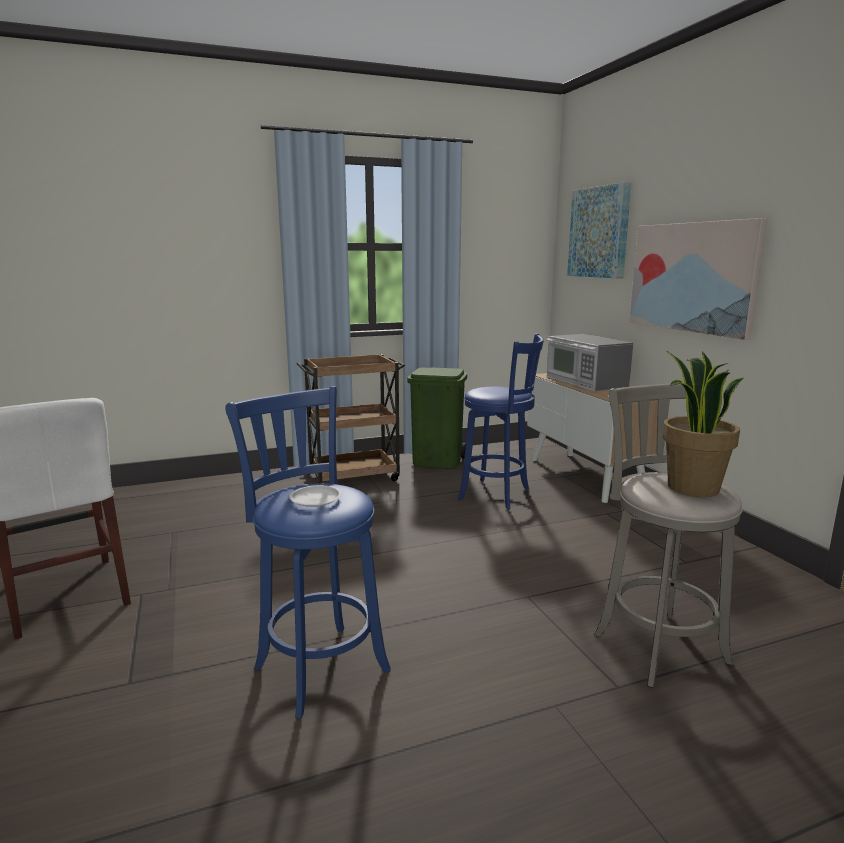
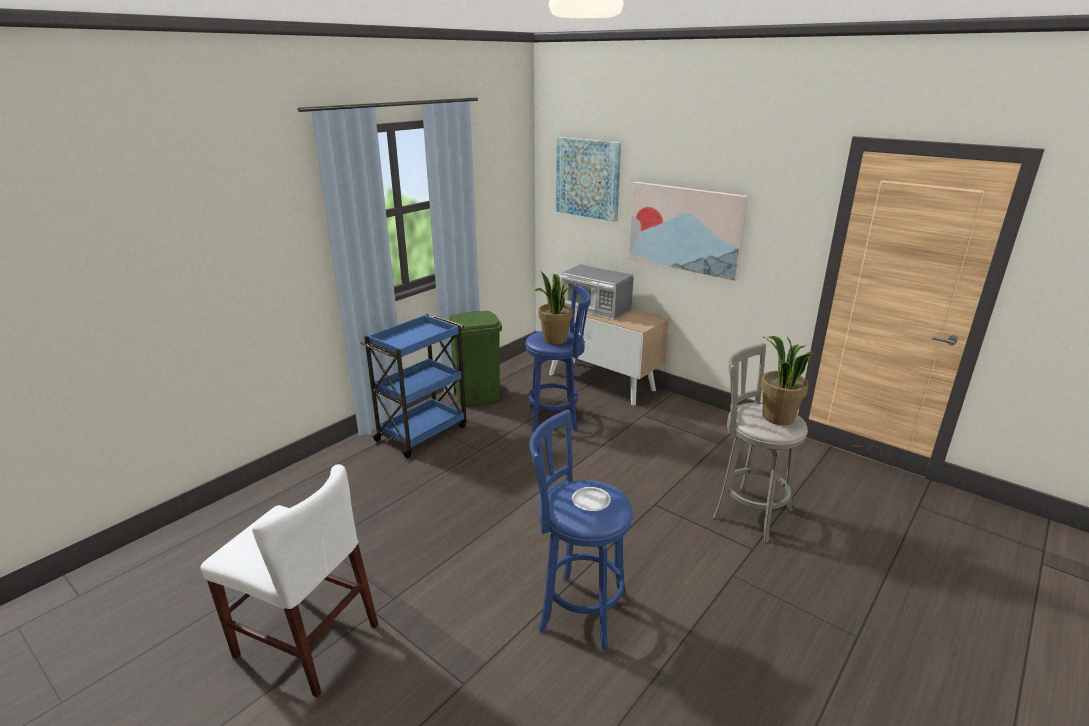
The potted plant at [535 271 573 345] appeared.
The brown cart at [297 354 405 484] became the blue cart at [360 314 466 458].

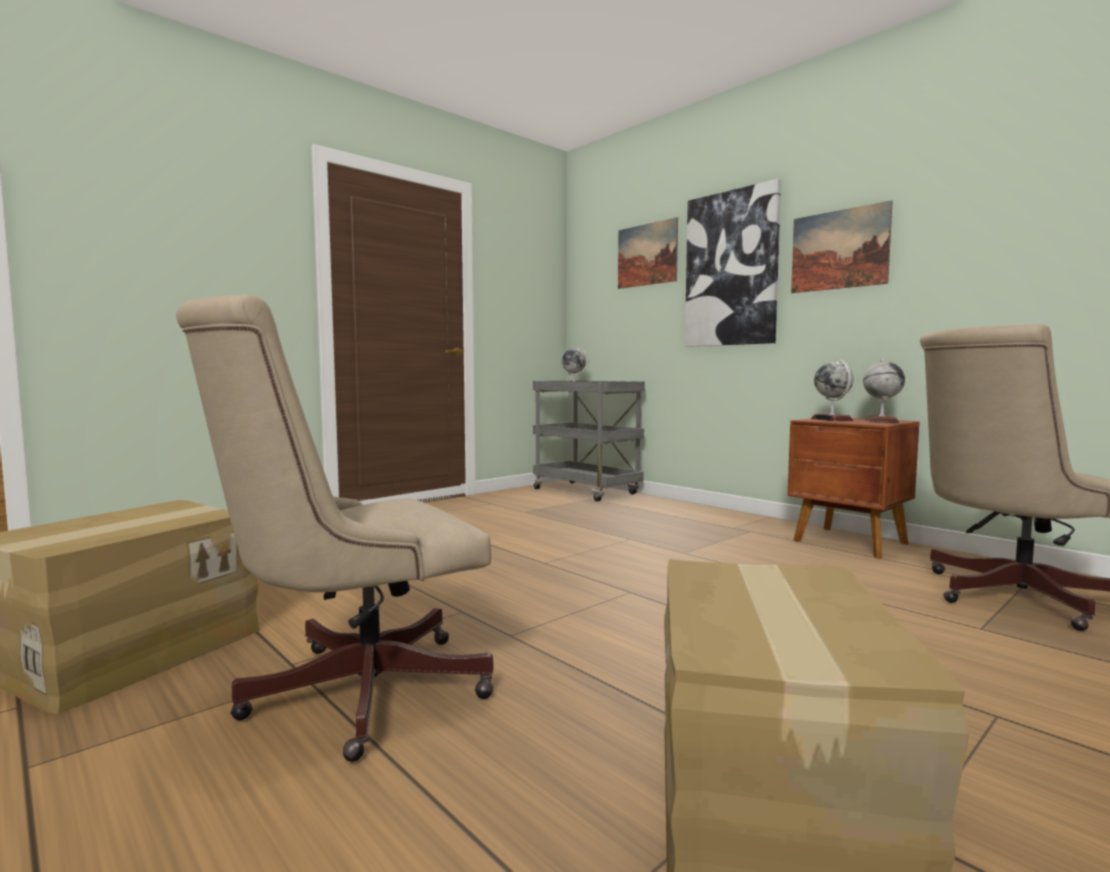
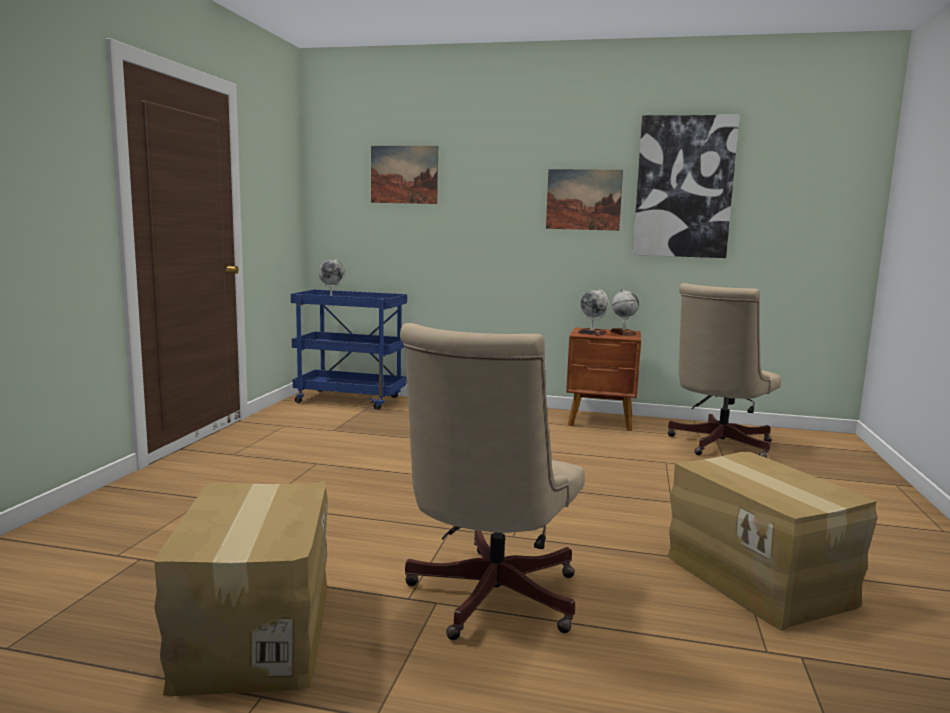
The picture moved from [685 179 781 347] to [633 115 740 258].
The grey cart at [533 381 645 502] became the blue cart at [291 289 407 410].

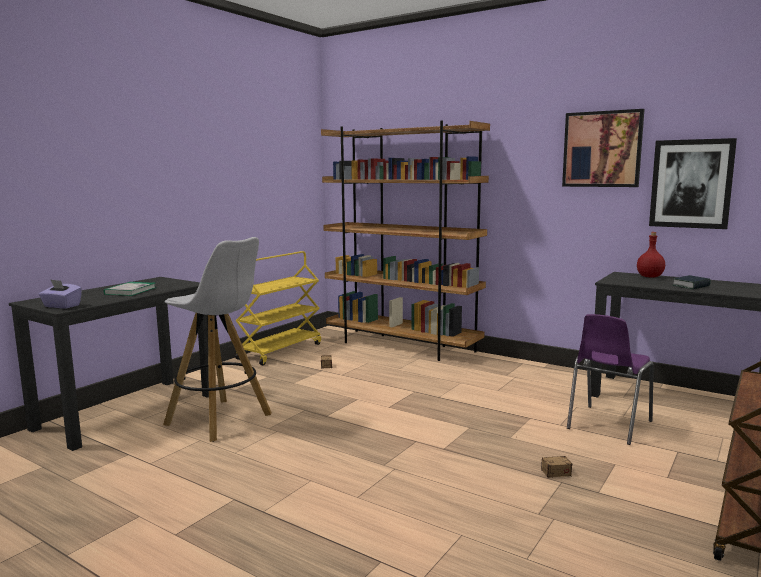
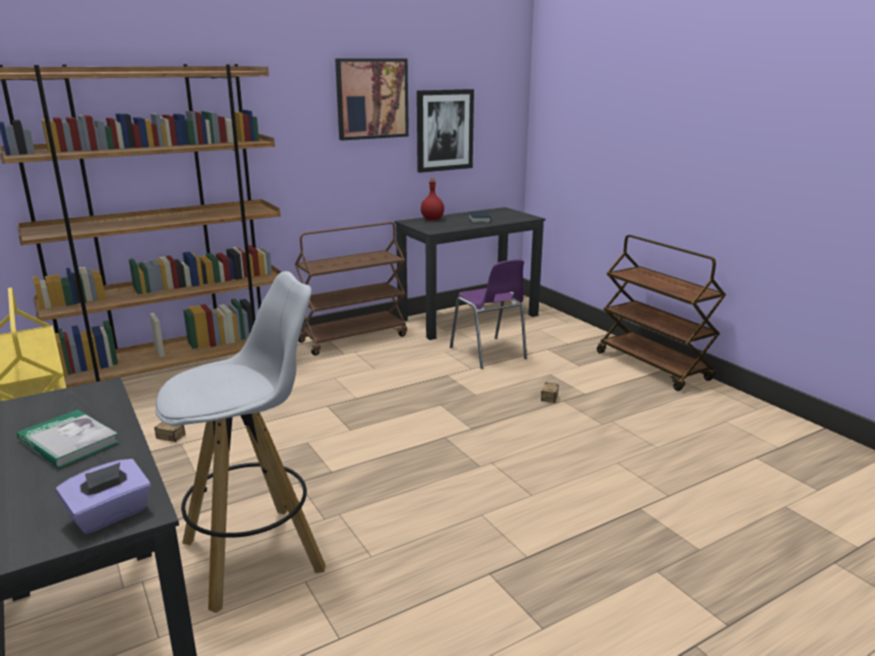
The brown cart at [295 222 407 356] appeared.

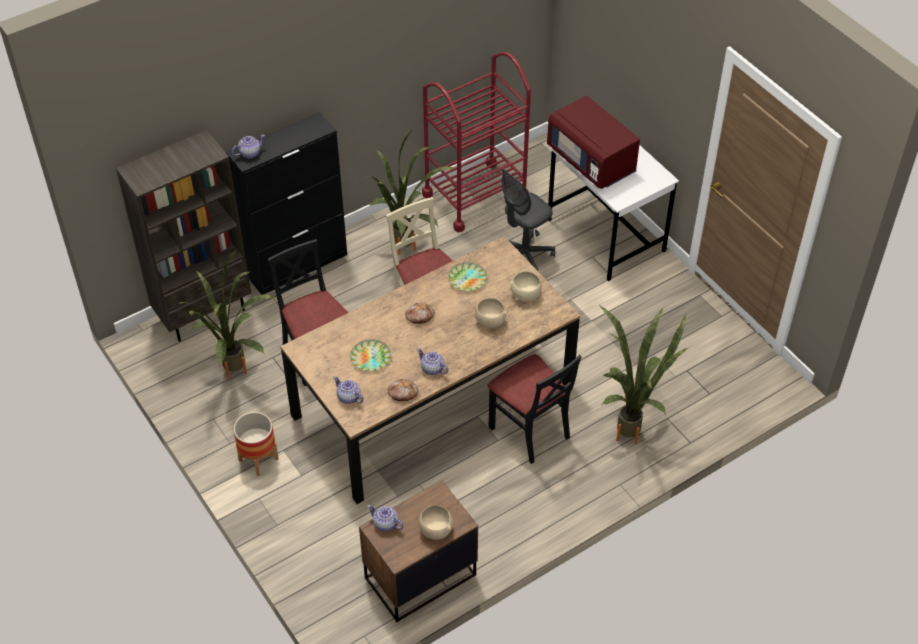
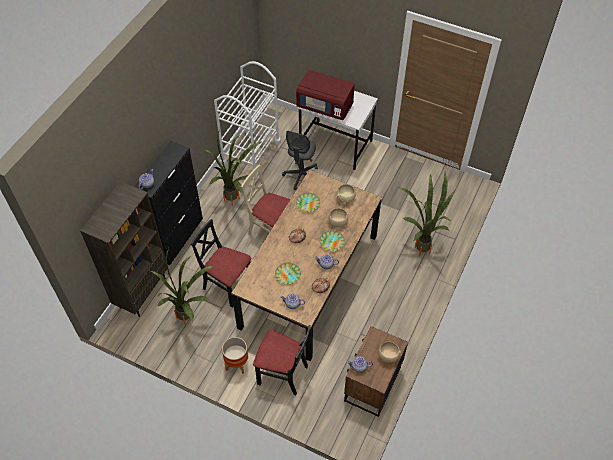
The plate at [320 230 345 251] appeared.
The black chair moved from [487 354 582 464] to [253 325 311 395].
The red cart at [422 52 531 232] became the white cart at [214 61 281 178].

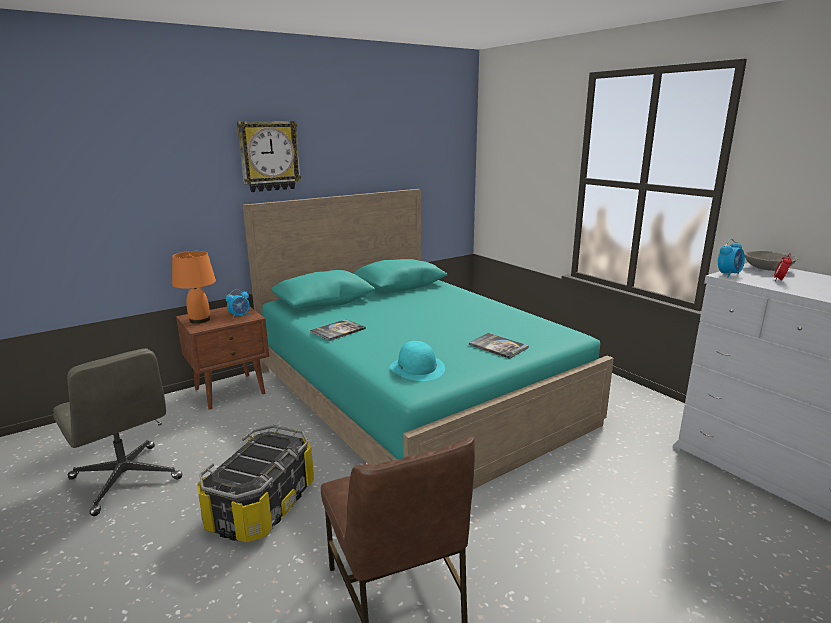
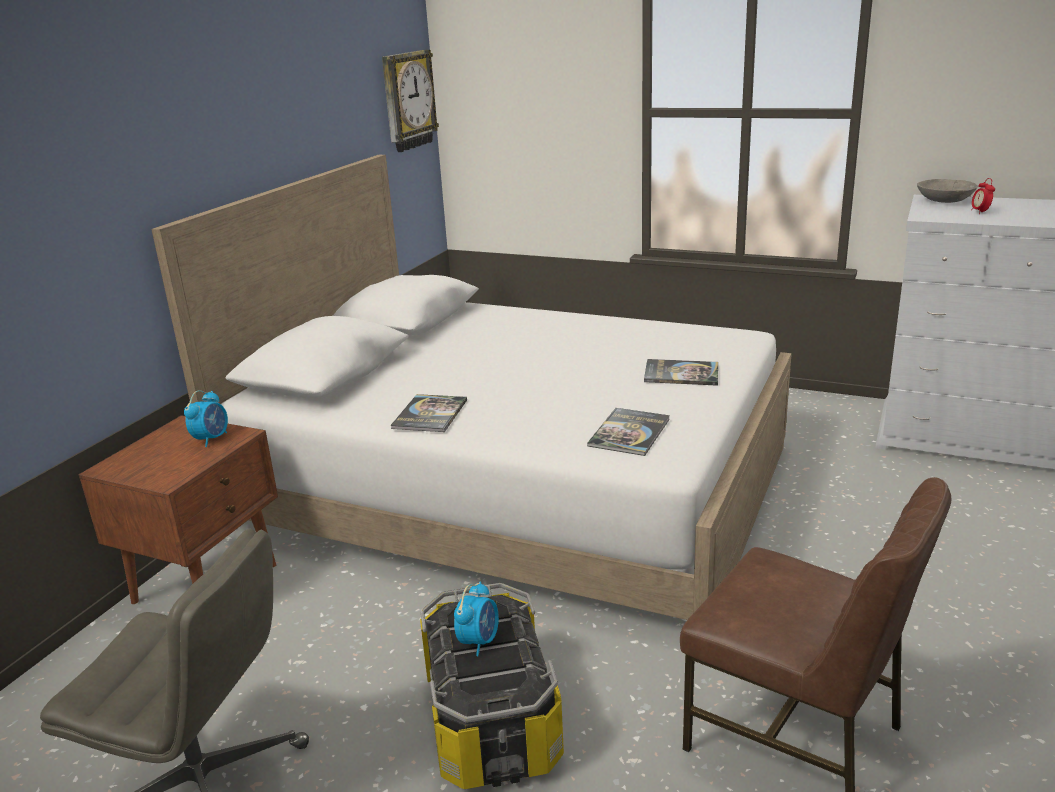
The orange table lamp at [172 251 216 324] disappeared.
The wall clock moved from [237 121 301 192] to [382 50 439 152].
The alarm clock moved from [718 238 745 277] to [454 581 499 656].
The turquoise hat at [390 341 445 381] was replaced by the book at [587 408 670 456].
The turquoise bed at [242 189 614 489] became the white bed at [151 155 792 620].

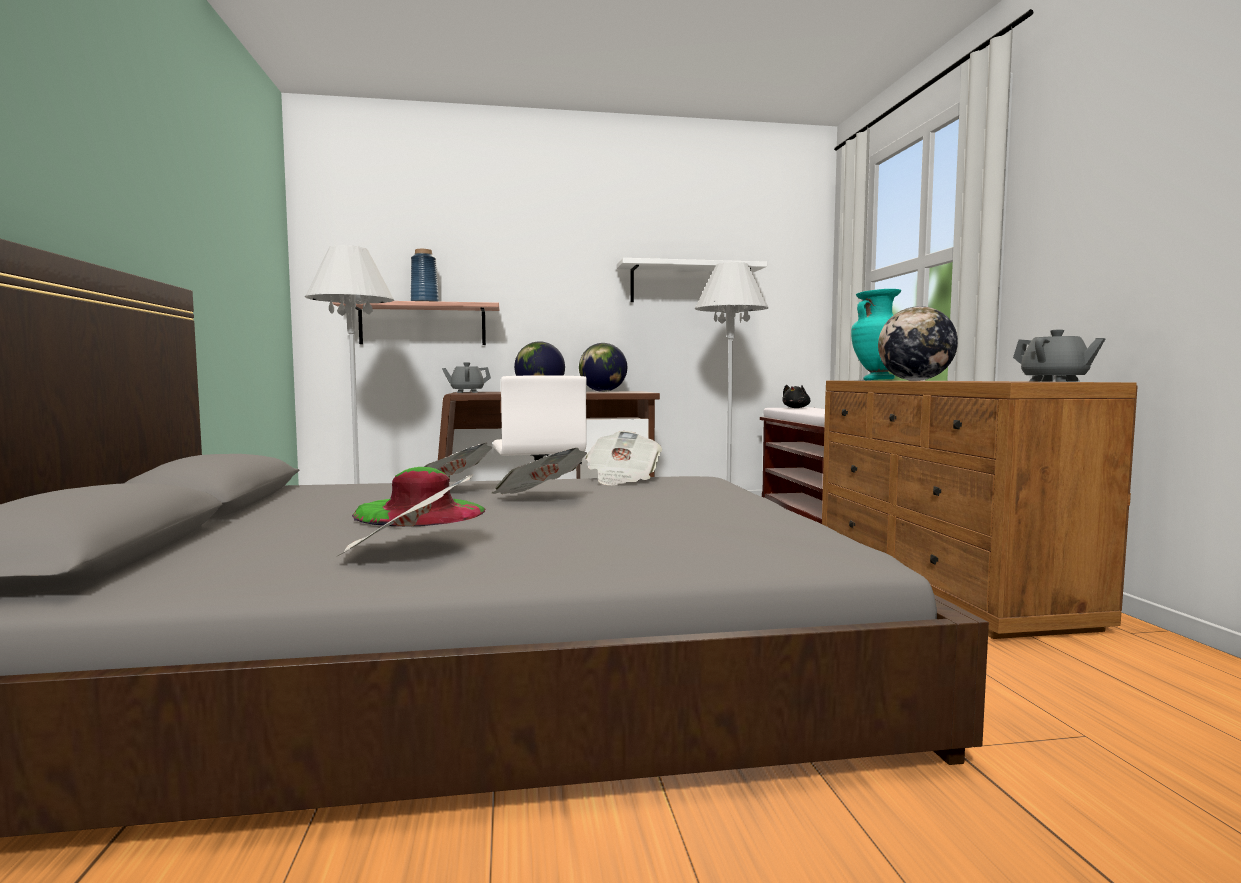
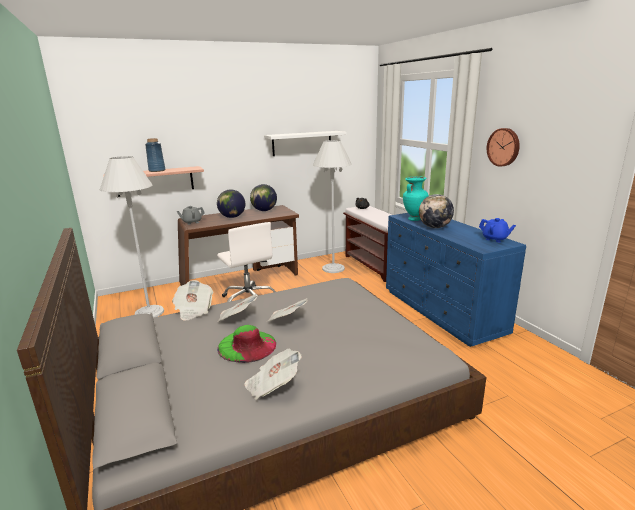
The wall clock at [487 128 520 167] appeared.
The newspaper moved from [586 431 662 485] to [172 280 213 321].
The brown dresser at [822 380 1138 639] became the blue dresser at [386 213 526 347].
The grey teapot at [1013 329 1106 382] became the blue teapot at [479 218 516 242].

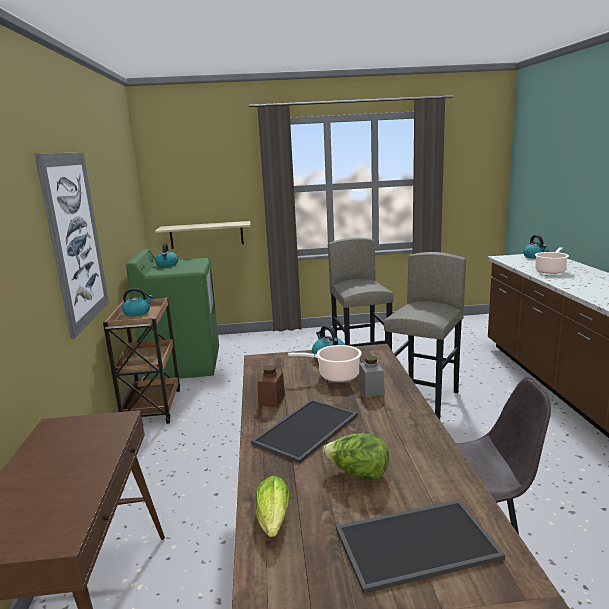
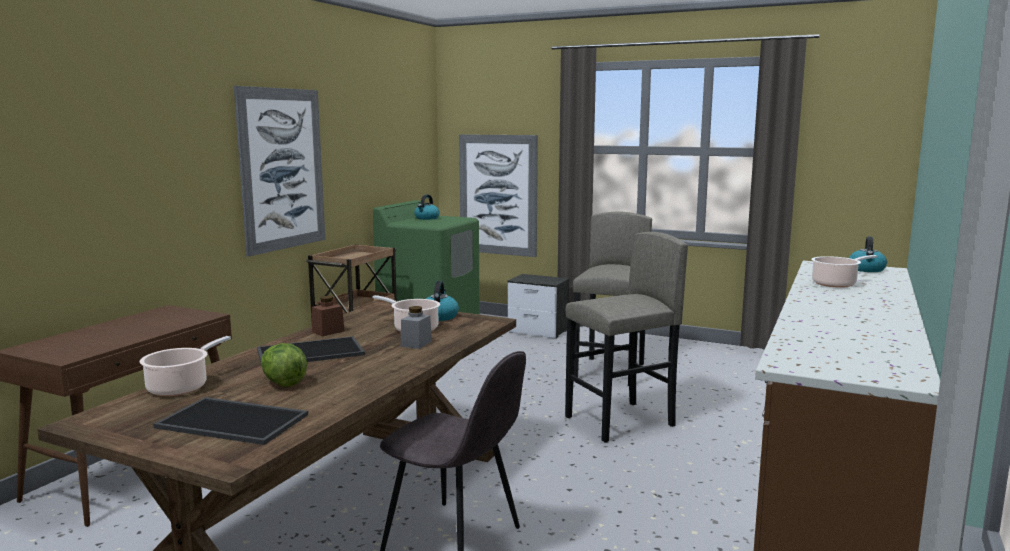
The kettle at [122 288 153 316] disappeared.
The nightstand at [508 274 569 339] appeared.
The shelf at [155 221 250 249] was replaced by the picture at [459 134 538 257].
The lettuce at [255 476 289 537] was replaced by the cooking pot at [139 336 231 396].

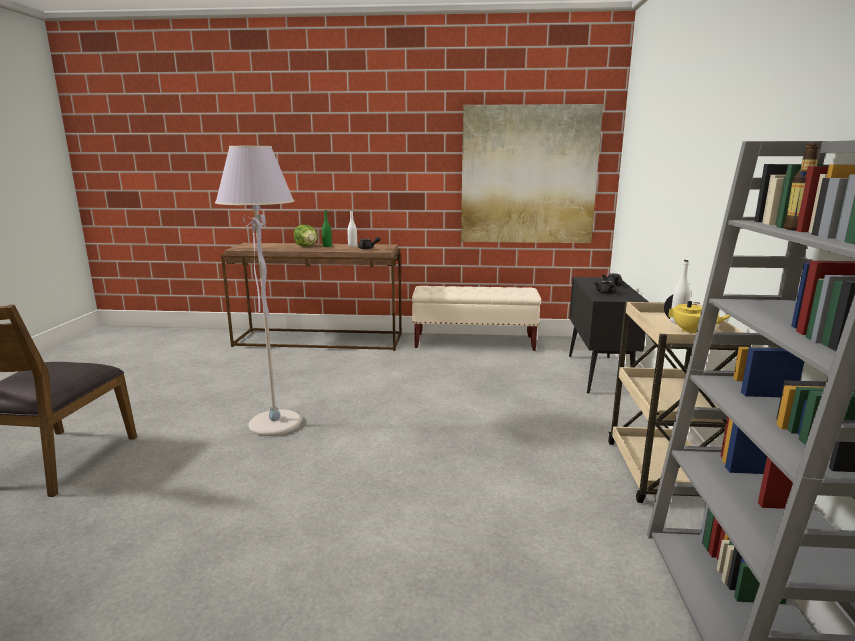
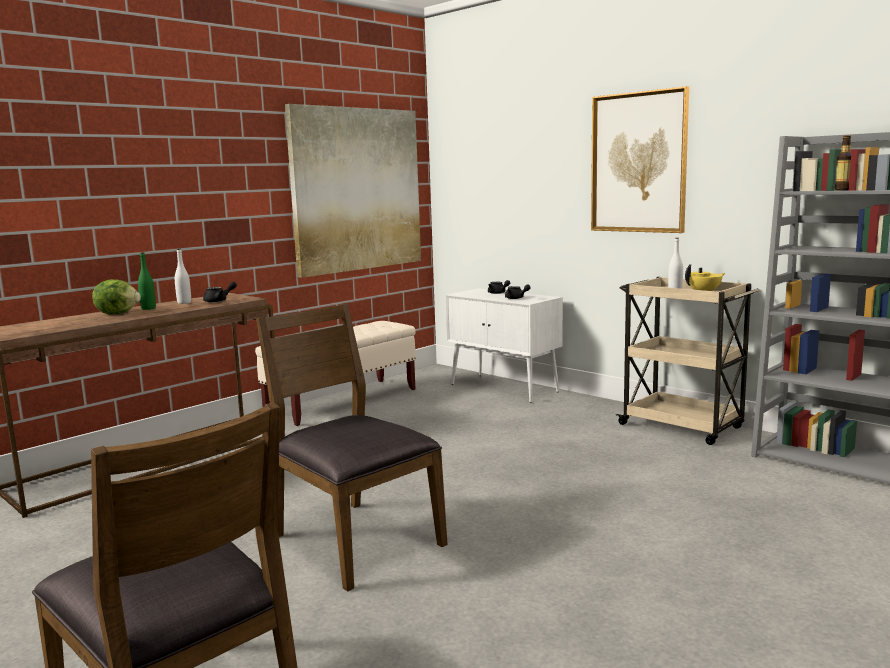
The picture at [591 86 689 233] appeared.
The grey floor lamp at [215 146 301 436] was replaced by the brown chair at [256 303 448 592].
The black cabinet at [569 277 649 394] became the white cabinet at [445 288 563 403].

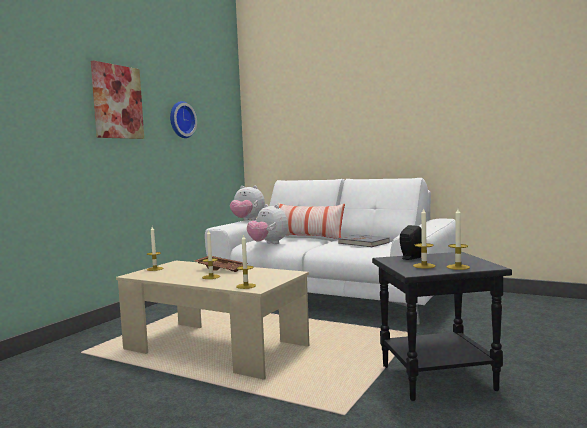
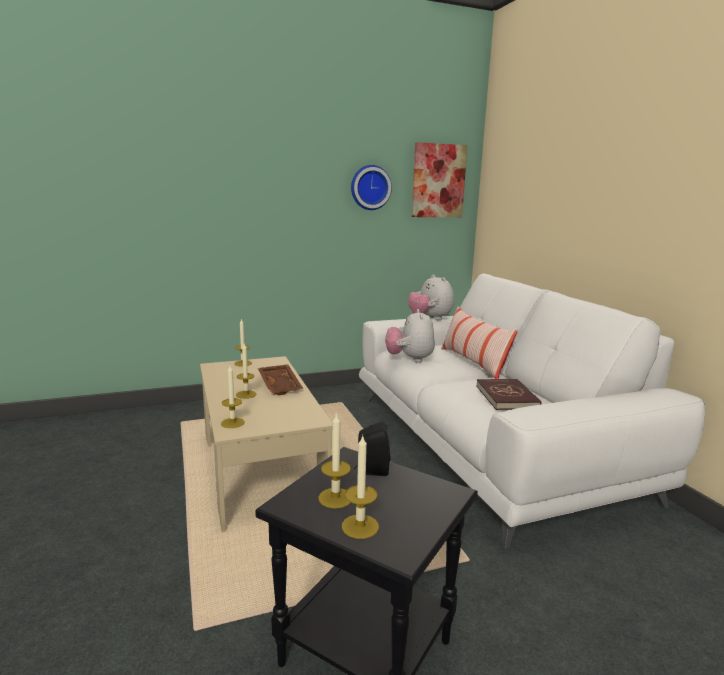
The picture moved from [91 60 144 139] to [411 142 468 217].
The grey book at [338 234 390 247] became the red book at [476 379 542 410].

